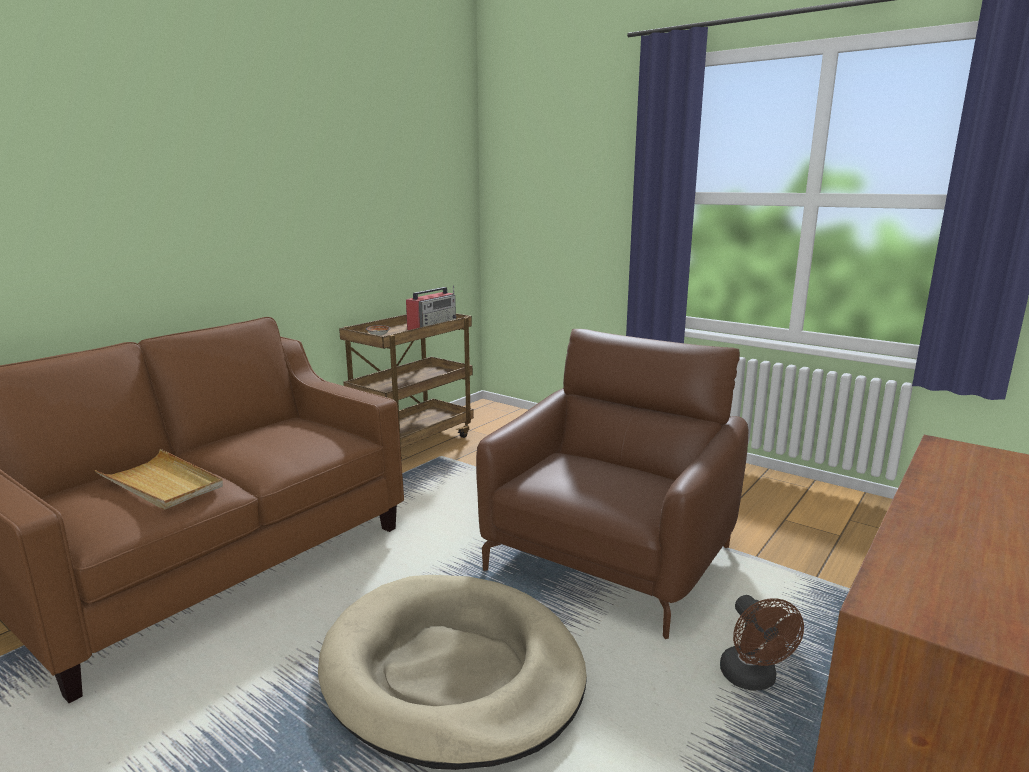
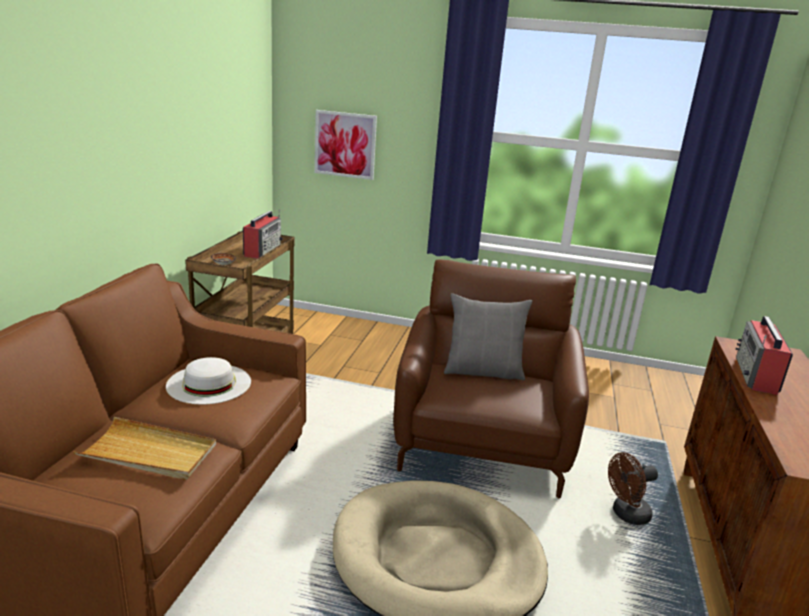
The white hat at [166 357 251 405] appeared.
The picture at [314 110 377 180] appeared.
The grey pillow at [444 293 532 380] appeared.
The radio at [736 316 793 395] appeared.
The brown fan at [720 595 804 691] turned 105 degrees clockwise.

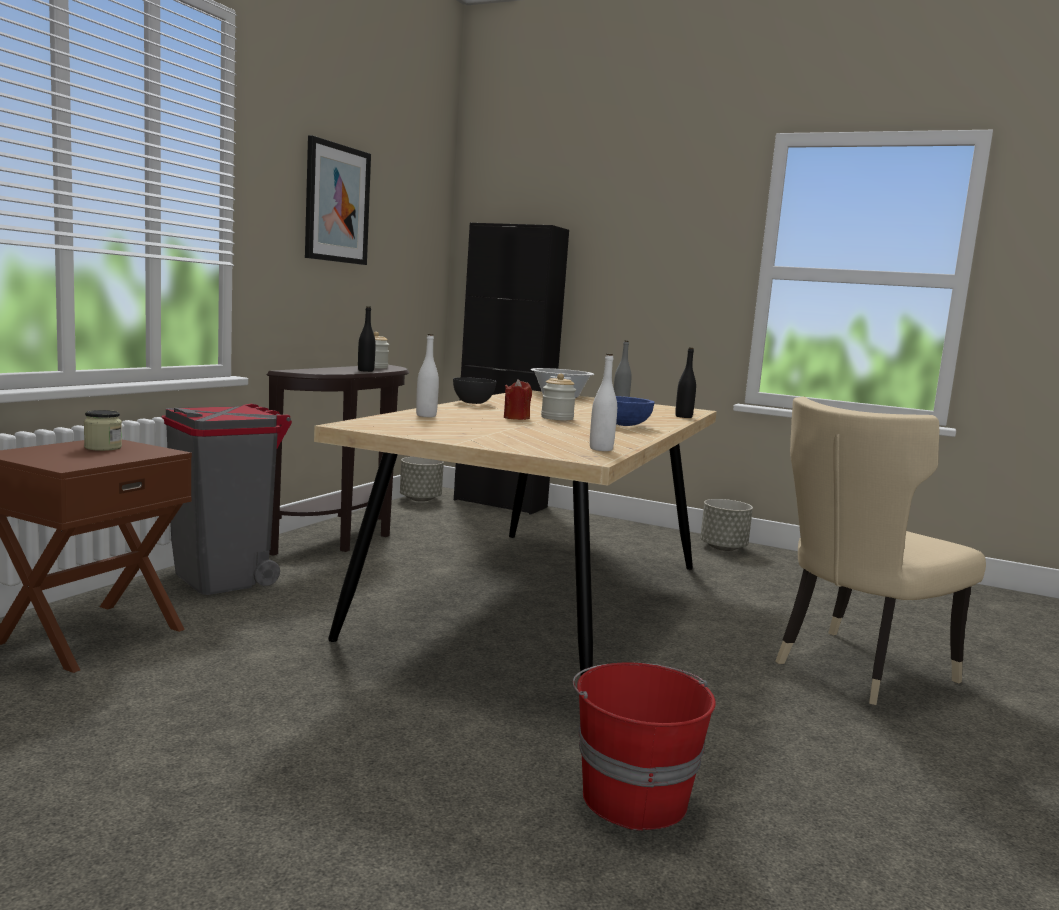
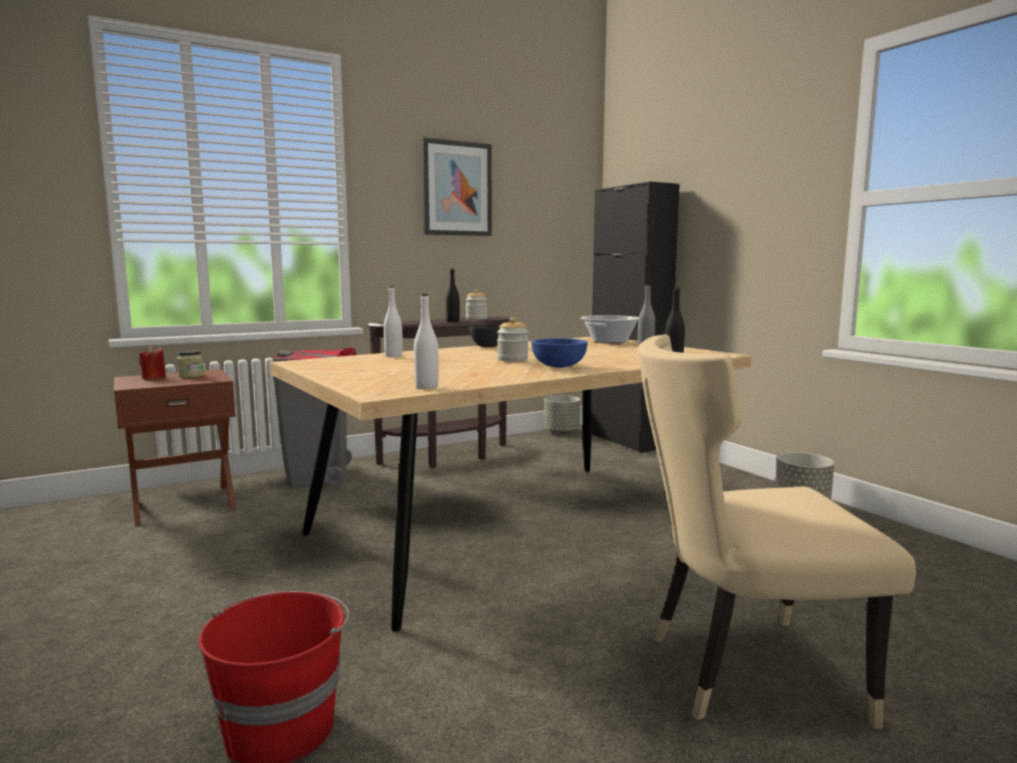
The red candle moved from [504 379 532 420] to [139 346 166 379].

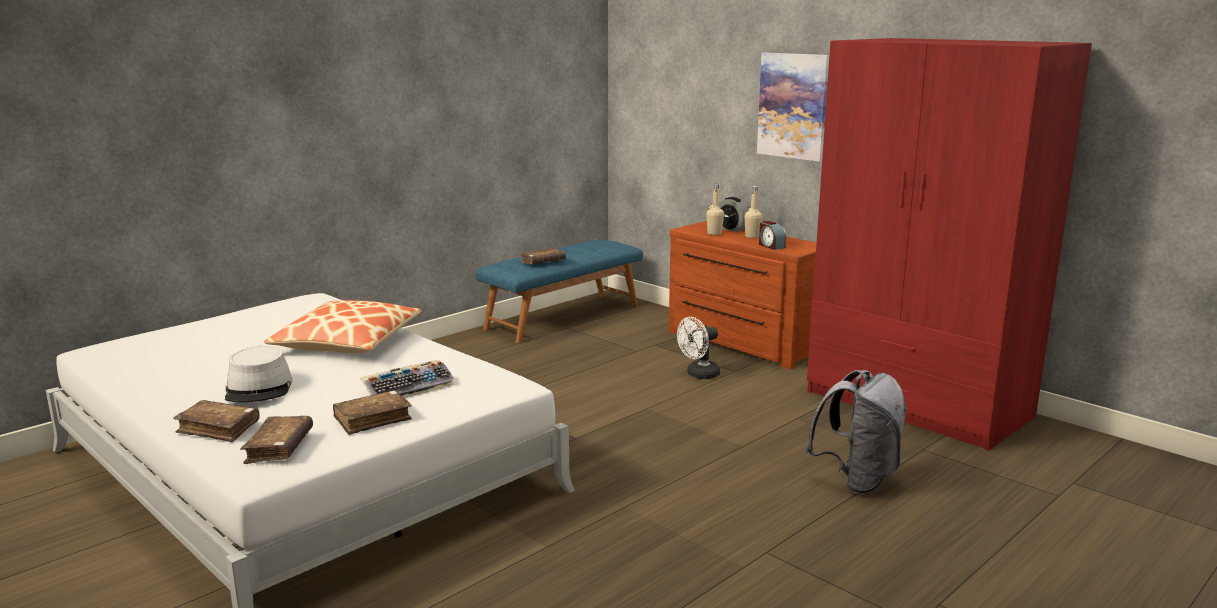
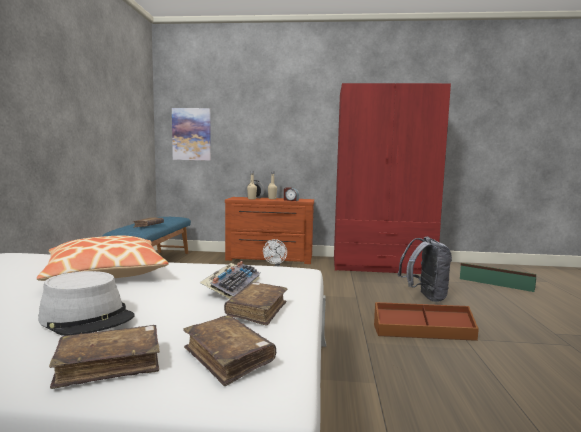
The brown storage box at [374 302 479 341] appeared.
The green storage box at [460 263 536 292] appeared.
The picture moved from [757 53 829 162] to [172 108 211 161].

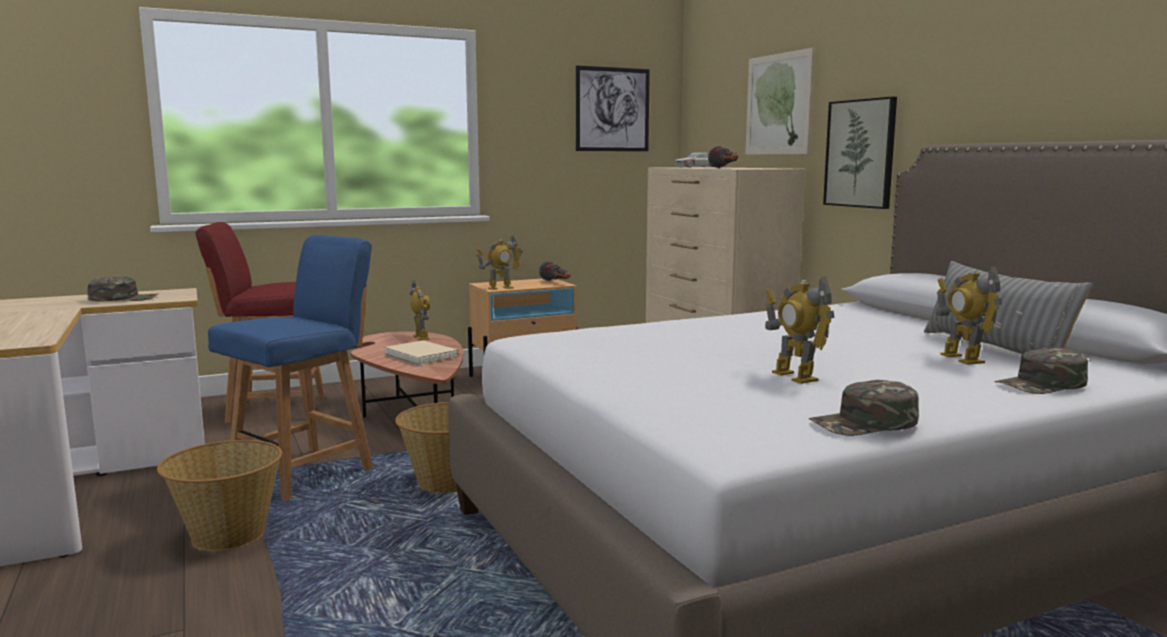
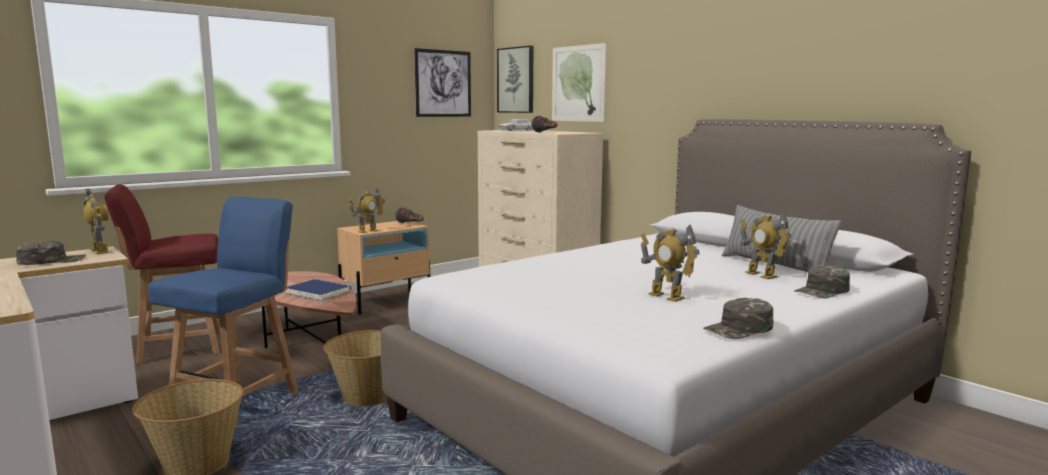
The toy robot moved from [410 281 430 340] to [84 189 109 254].
The picture moved from [823 97 897 209] to [497 46 533 113].
The beige book at [384 340 459 366] became the blue book at [285 279 351 301].

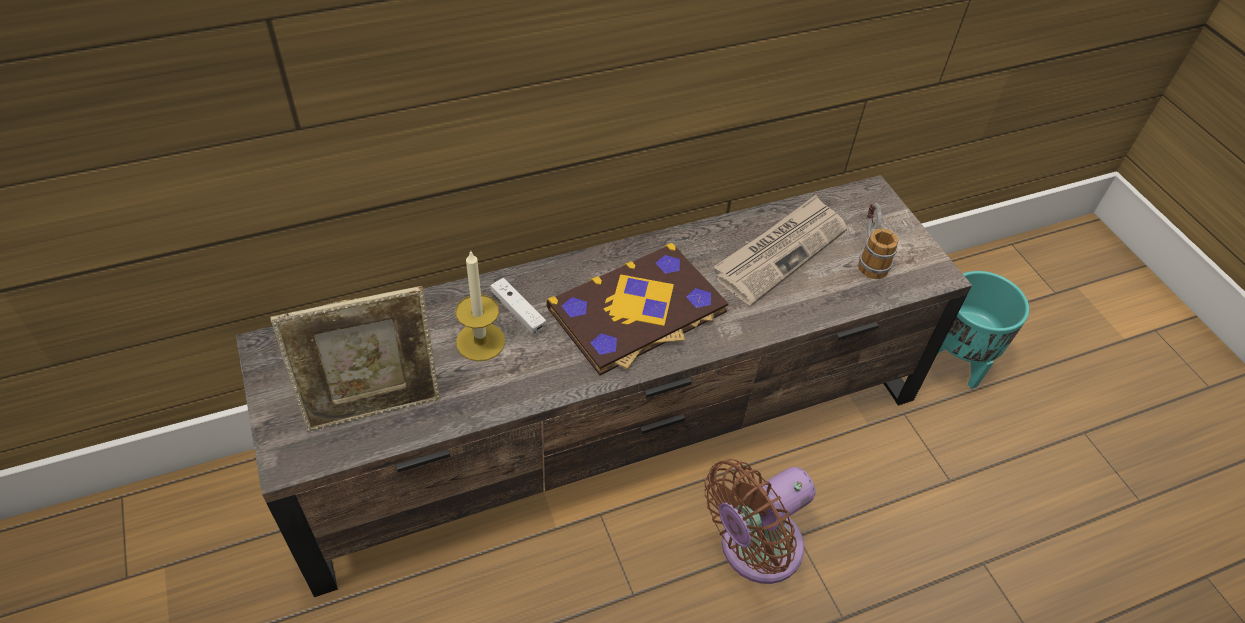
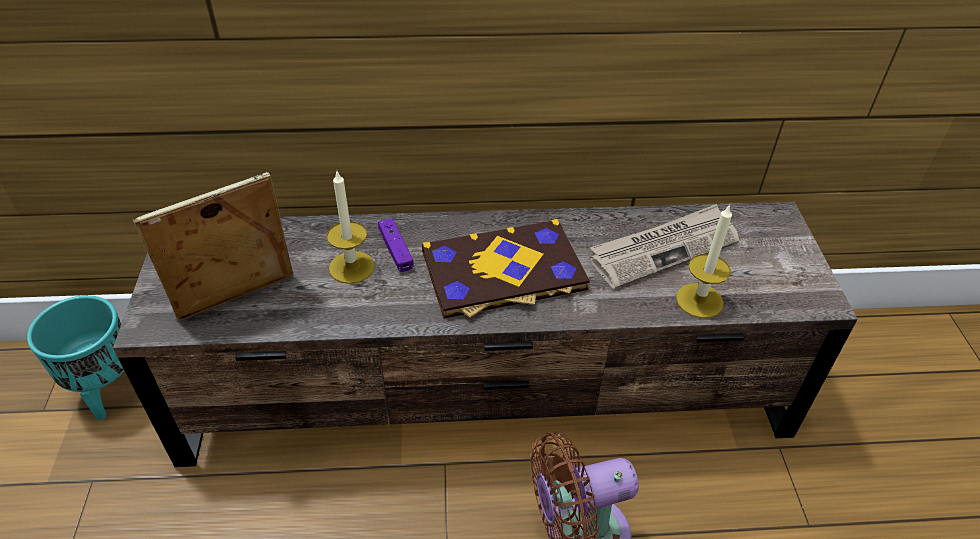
The mug at [858 202 899 279] disappeared.
The candle at [676 204 732 318] appeared.
The turquoise planter moved from [938 271 1029 389] to [27 295 125 420].
The white game controller at [491 278 546 335] became the purple game controller at [378 218 413 272].
The picture frame at [270 286 440 432] turned 150 degrees clockwise.

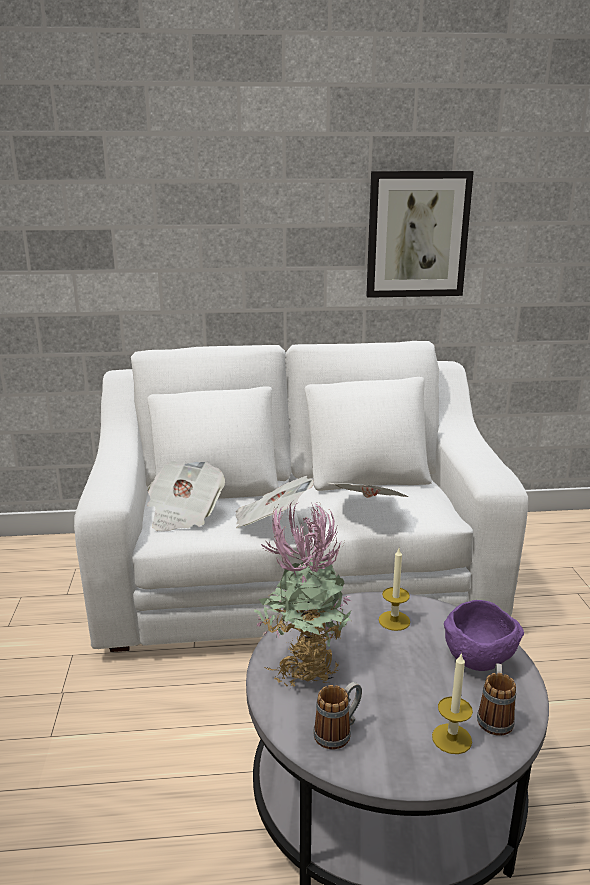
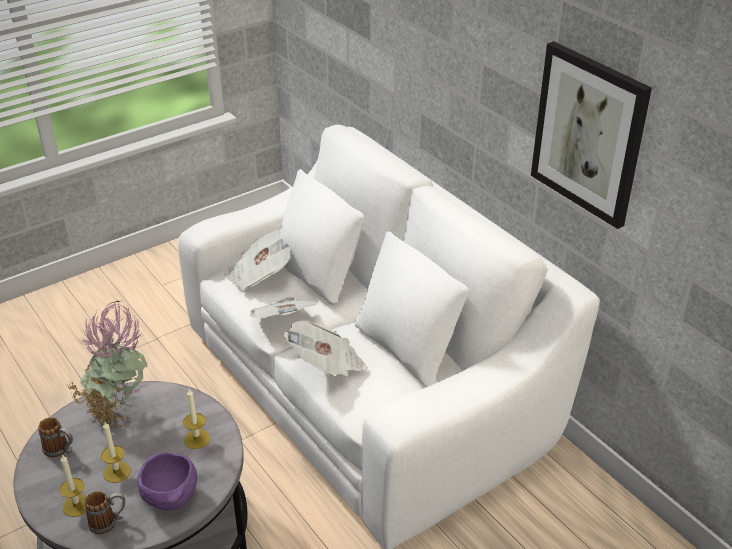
The candle at [101 422 131 483] appeared.

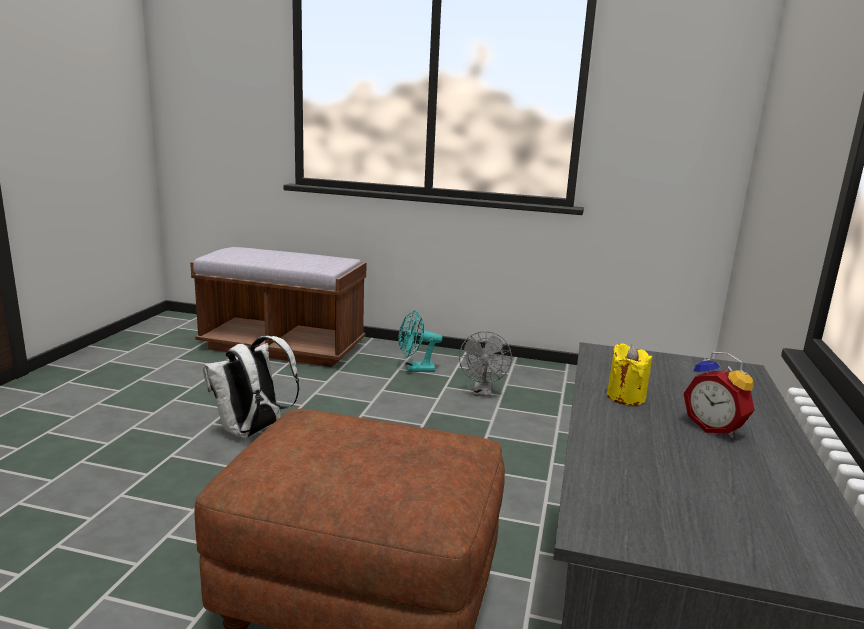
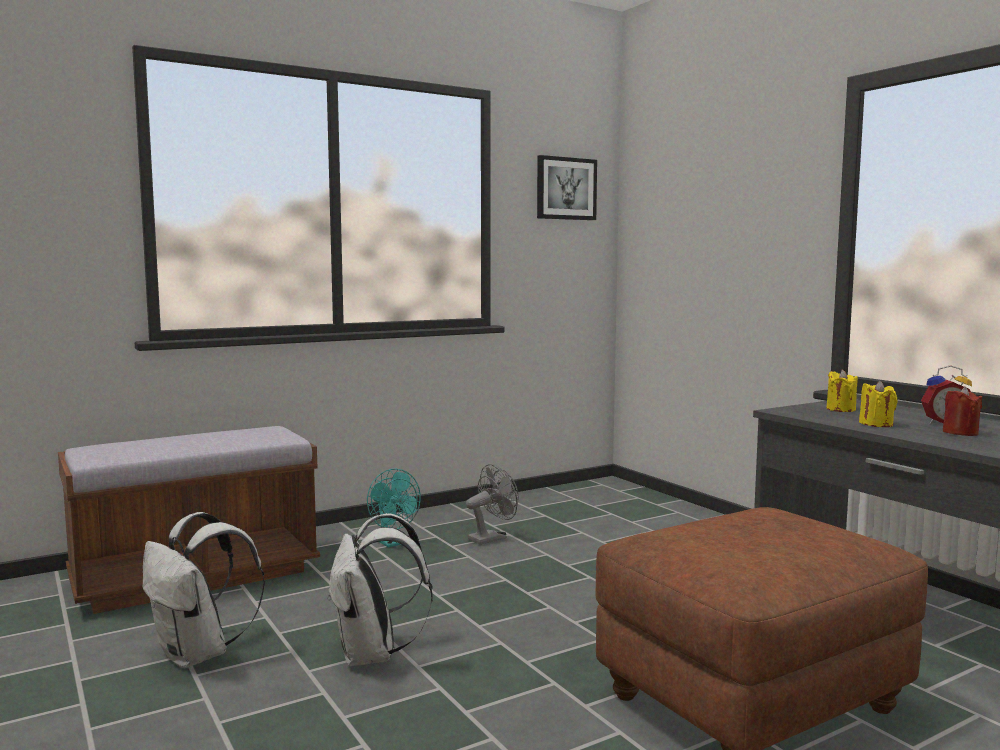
The white backpack at [143 512 265 668] appeared.
The picture at [537 155 597 220] appeared.
The yellow candle at [827 370 858 412] appeared.
The red candle at [942 387 982 436] appeared.
The turquoise fan at [399 310 443 372] turned 75 degrees counterclockwise.
The grey fan at [459 331 512 397] turned 90 degrees counterclockwise.

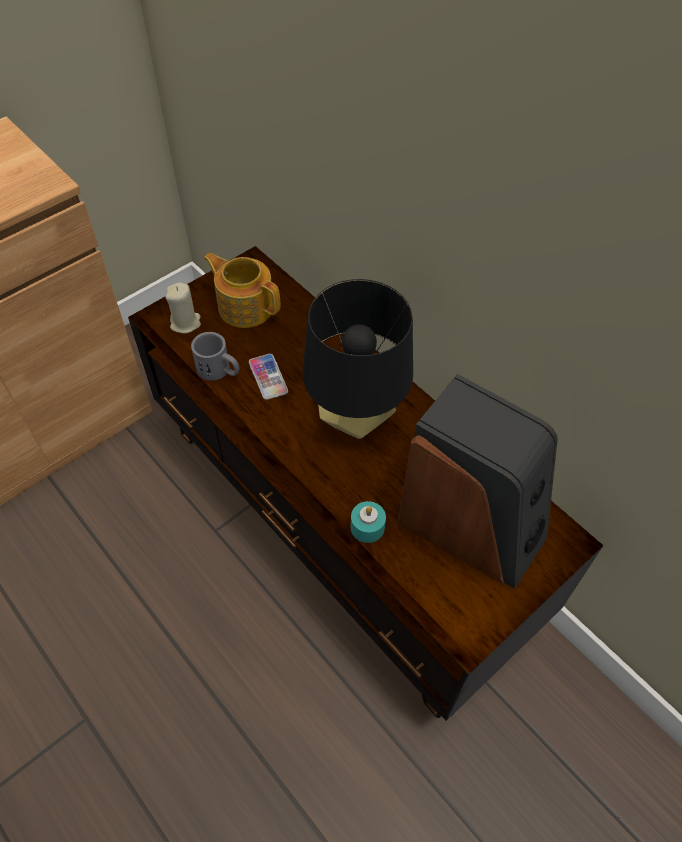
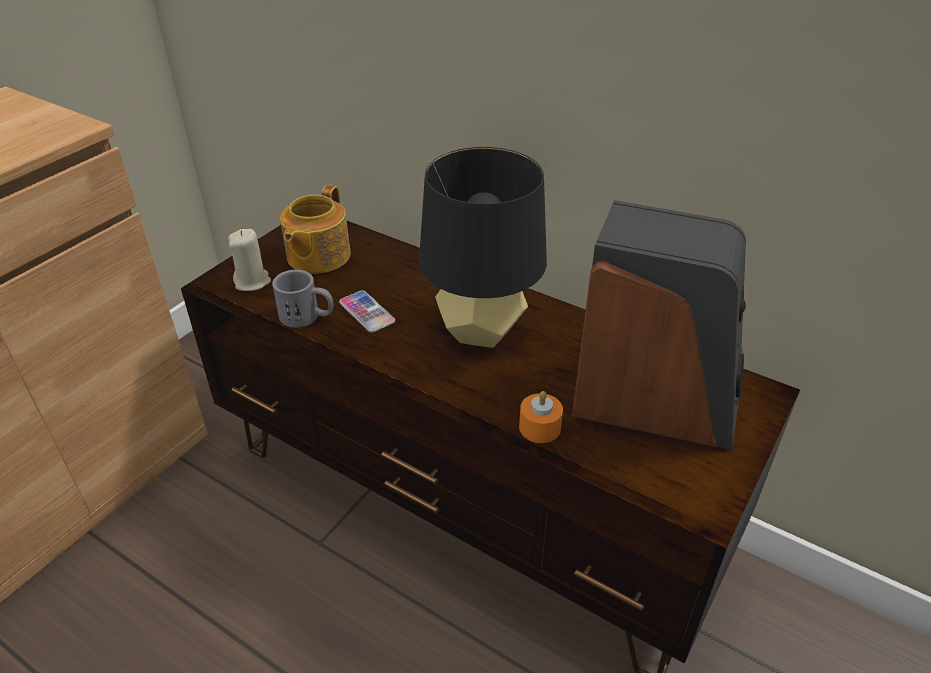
The turquoise candle at [351 501 386 543] became the orange candle at [519 391 563 443].
The teapot at [203 253 280 328] turned 90 degrees counterclockwise.

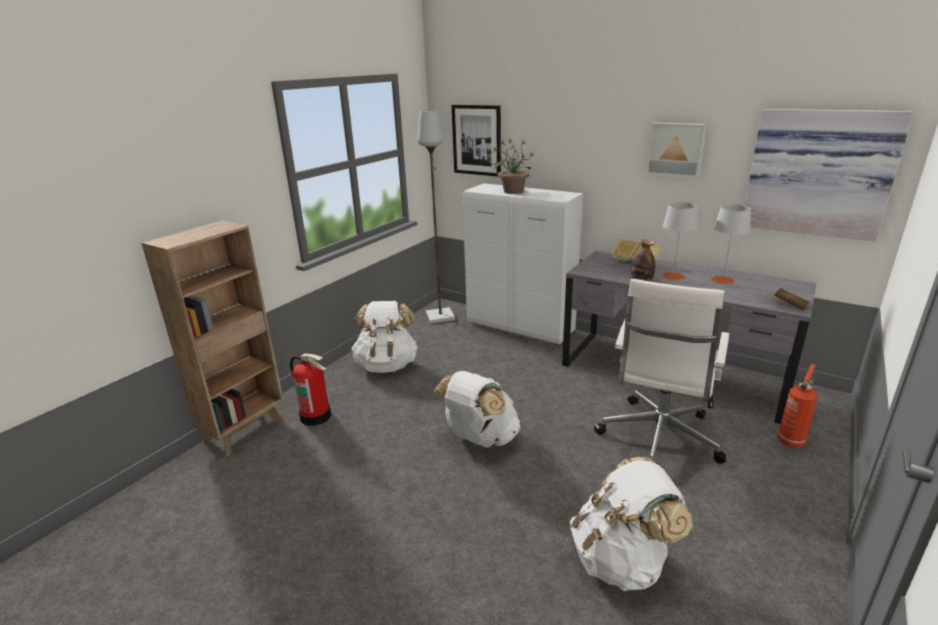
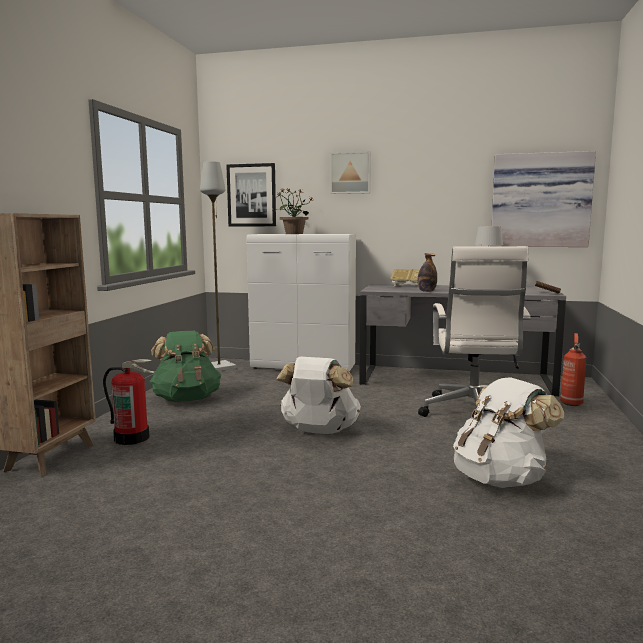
The grey table lamp at [662 202 698 280] disappeared.
The picture moved from [646 122 706 178] to [330 151 371 194].
The white backpack at [352 301 418 373] became the green backpack at [150 331 221 402].

